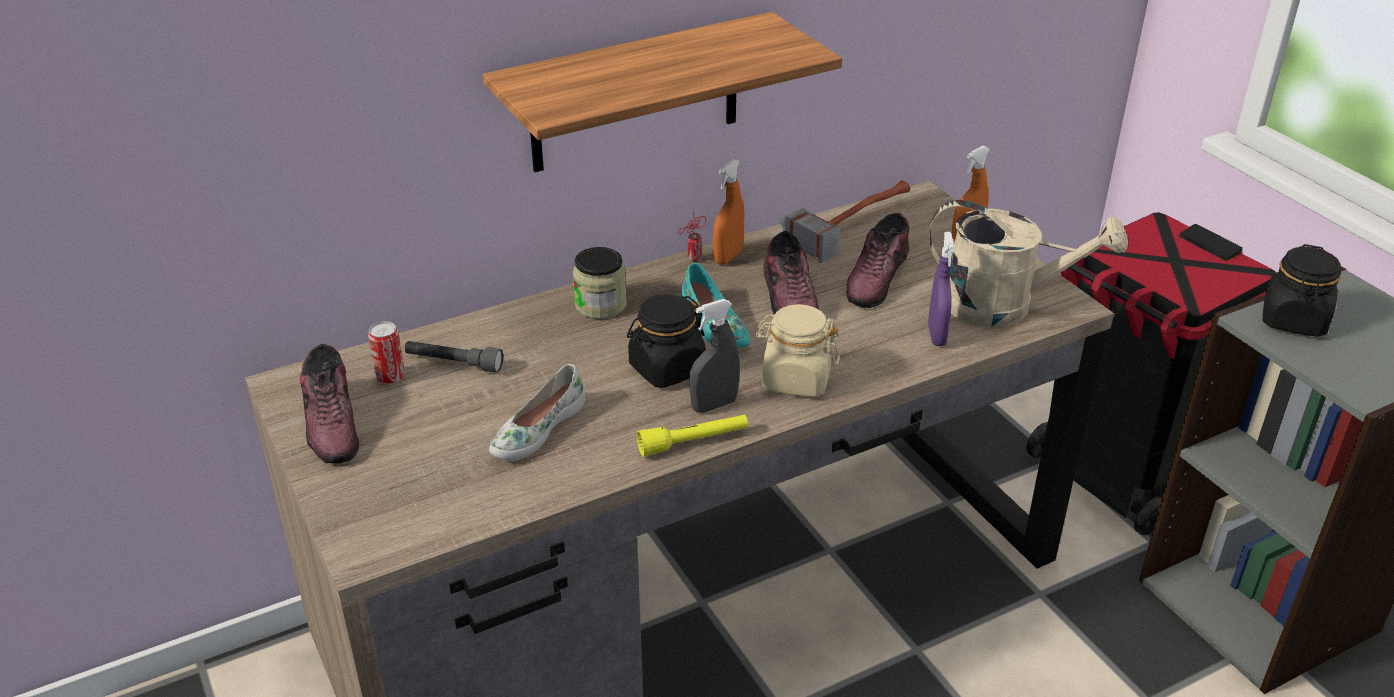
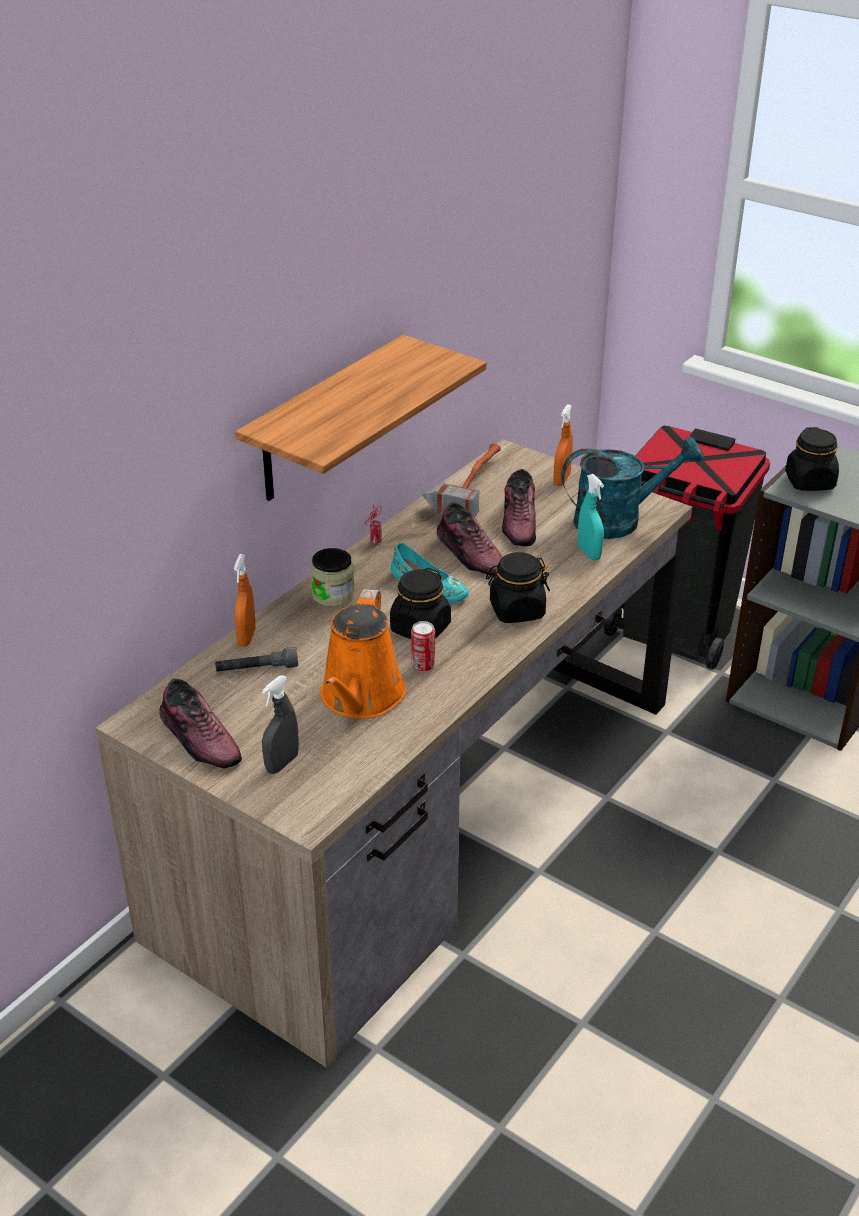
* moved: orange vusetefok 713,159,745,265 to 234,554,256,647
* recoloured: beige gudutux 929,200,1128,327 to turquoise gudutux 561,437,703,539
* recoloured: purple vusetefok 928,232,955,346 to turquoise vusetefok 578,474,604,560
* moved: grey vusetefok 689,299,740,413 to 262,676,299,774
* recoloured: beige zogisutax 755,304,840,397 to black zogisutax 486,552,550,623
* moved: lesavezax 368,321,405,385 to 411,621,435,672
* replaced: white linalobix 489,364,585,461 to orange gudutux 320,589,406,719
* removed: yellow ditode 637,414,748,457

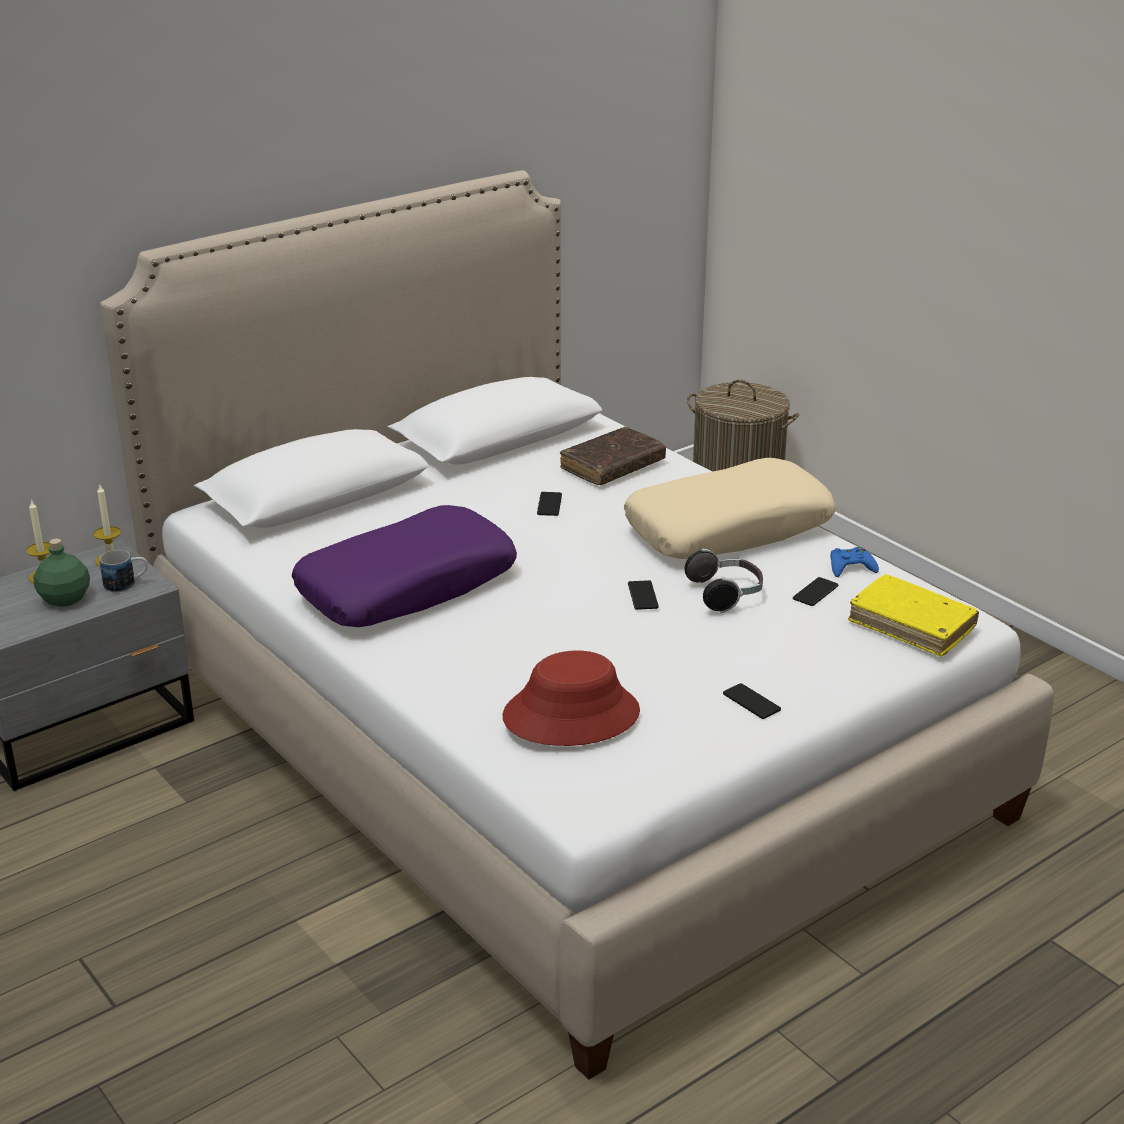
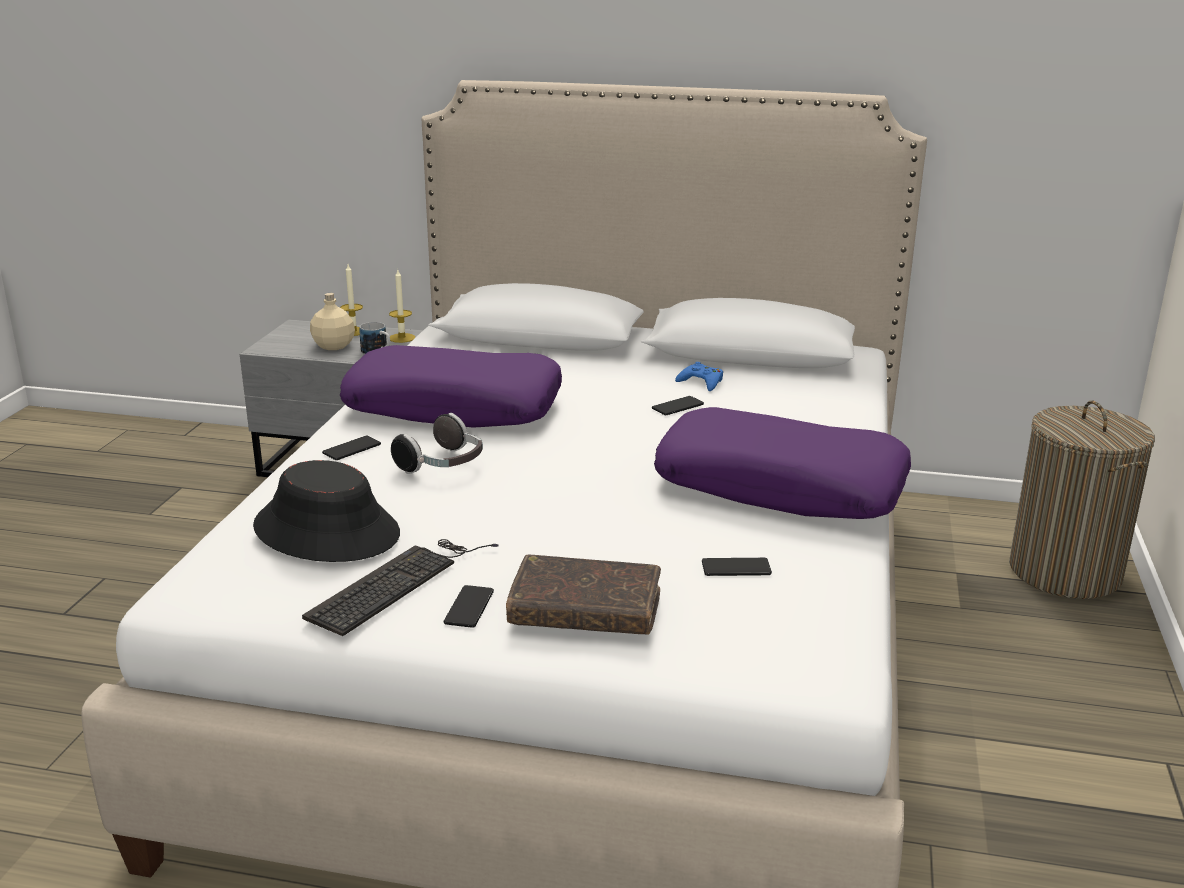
* moved: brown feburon 560,427,666,485 to 506,554,661,635
* recoloured: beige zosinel 624,458,836,559 to purple zosinel 654,407,911,519
* recoloured: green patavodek 34,539,90,607 to beige patavodek 310,293,355,350
* moved: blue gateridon 831,547,879,577 to 675,362,723,391
* moved: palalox 685,549,763,613 to 391,413,483,474
* removed: yellow feburon 848,574,979,656
* moved: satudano 628,580,659,610 to 322,435,381,460
* recoloured: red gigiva 502,650,640,746 to black gigiva 253,460,400,562
* added: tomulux 302,539,498,636

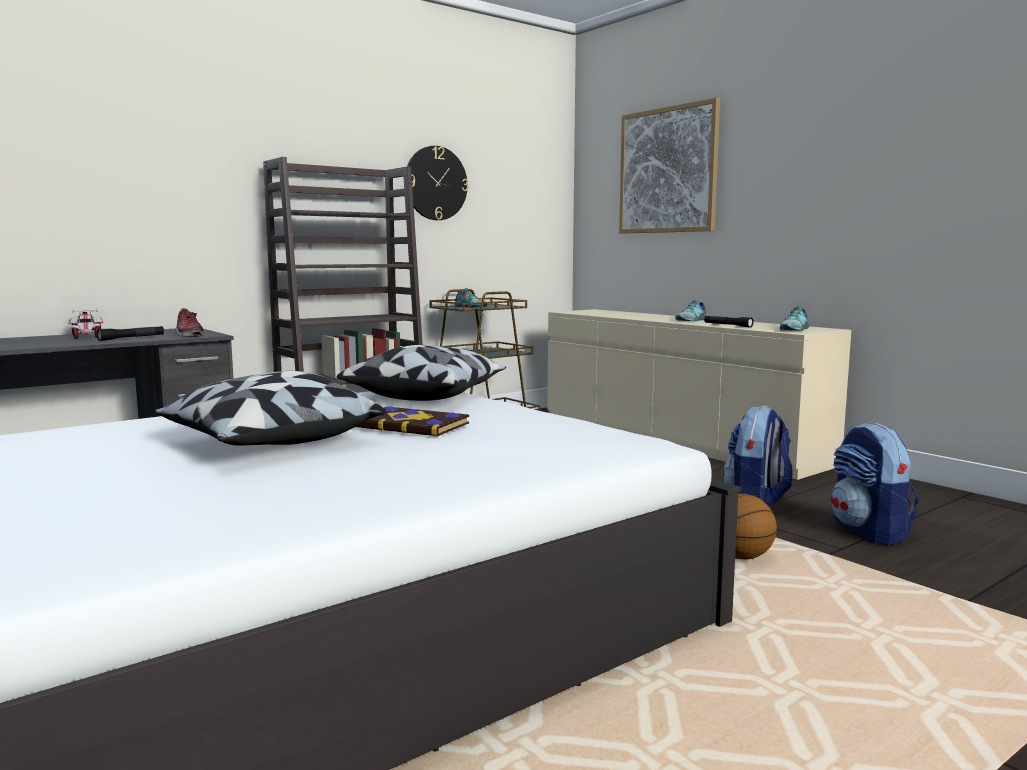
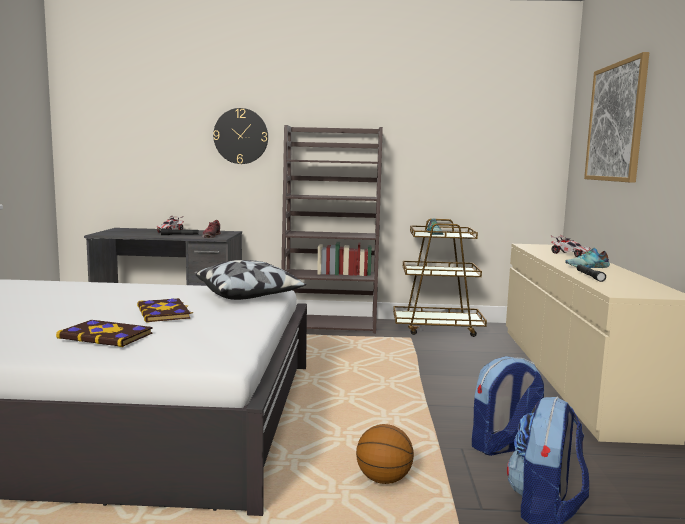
* moved: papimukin 407,146,468,220 to 213,108,268,164
* removed: linalobix 780,306,810,331
* removed: zosinel 155,371,387,446
* added: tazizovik 551,235,591,257
* added: feburon 56,320,153,347

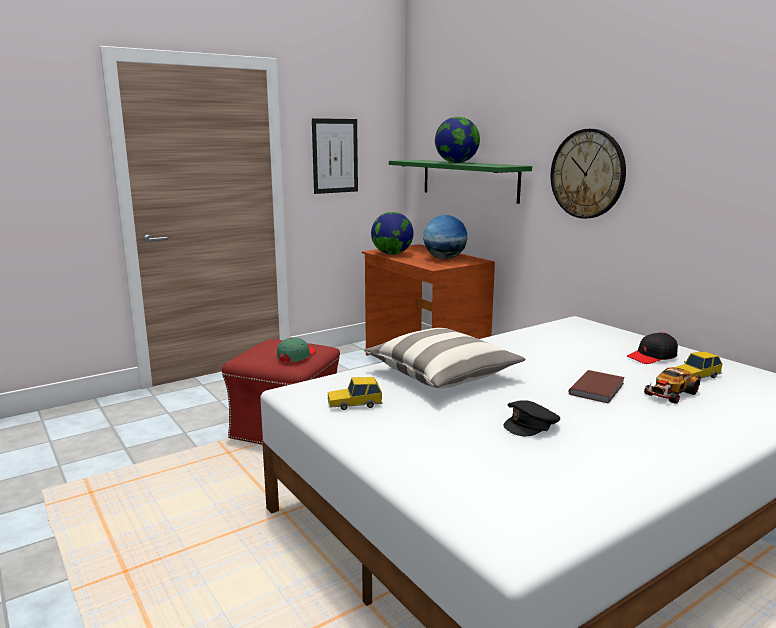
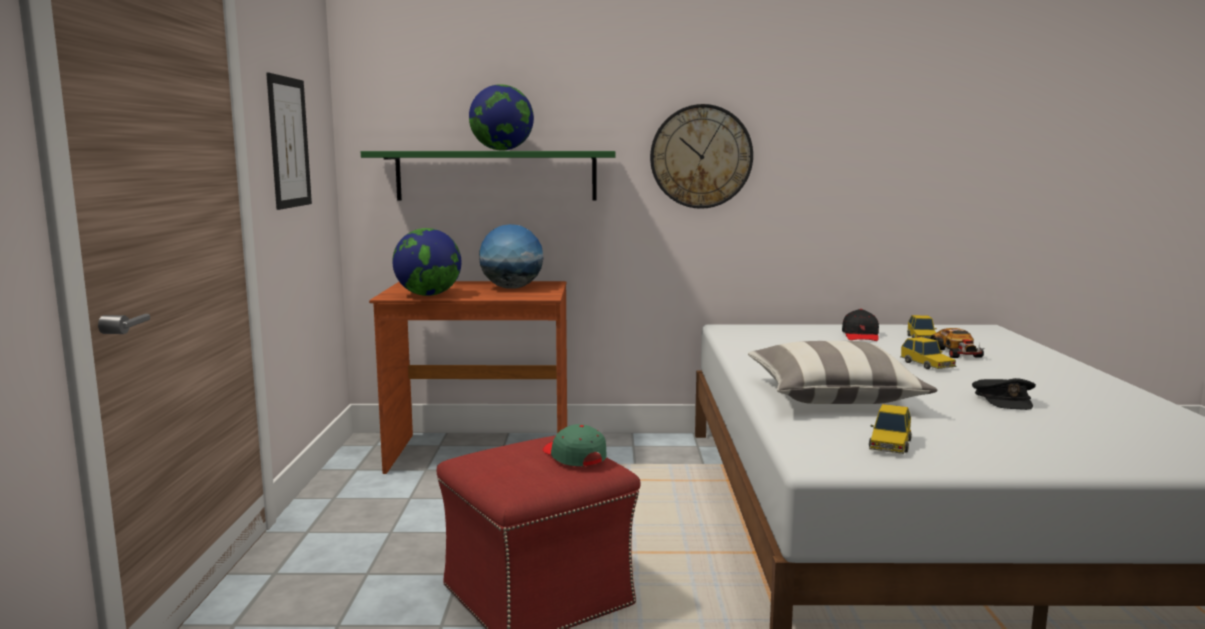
* replaced: brown feburon 569,370,625,404 to tazizovik 900,337,956,369

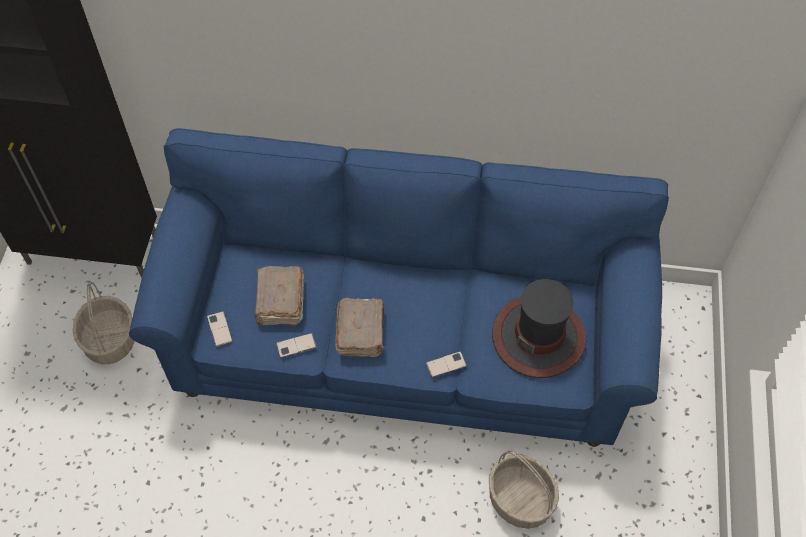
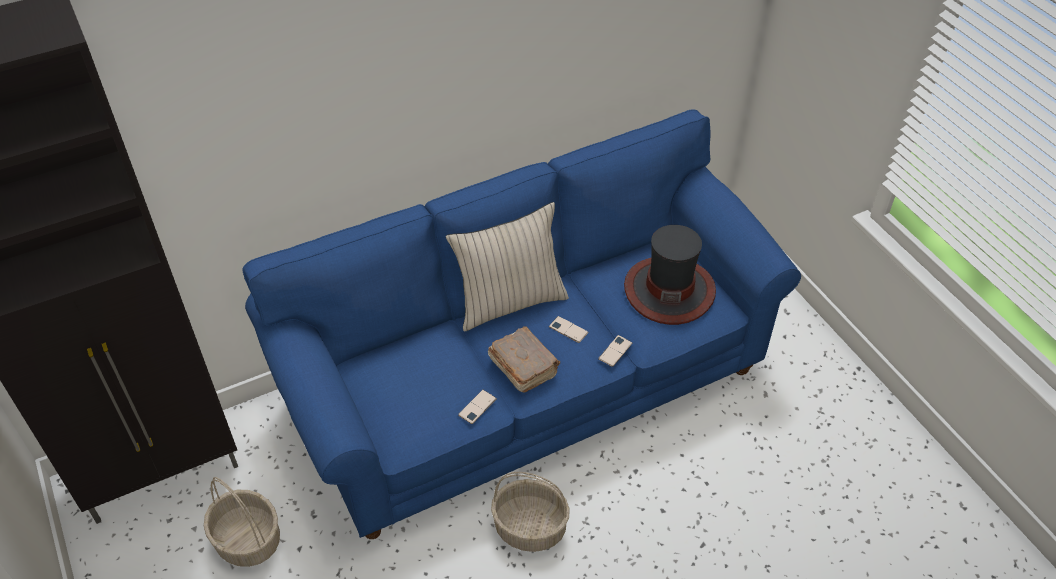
* removed: brown feburon 255,266,304,326
* moved: satudano 207,311,232,347 to 549,316,588,343
* moved: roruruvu 489,451,559,529 to 491,472,570,552
* added: beige zosinel 446,202,569,332

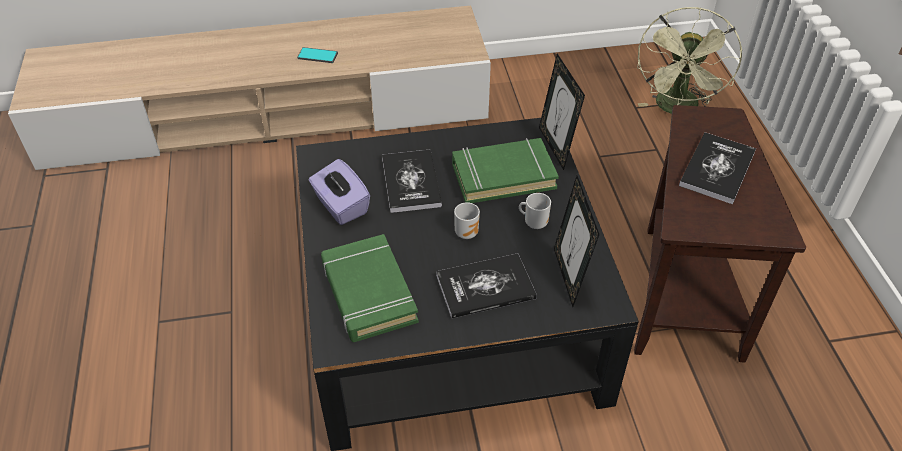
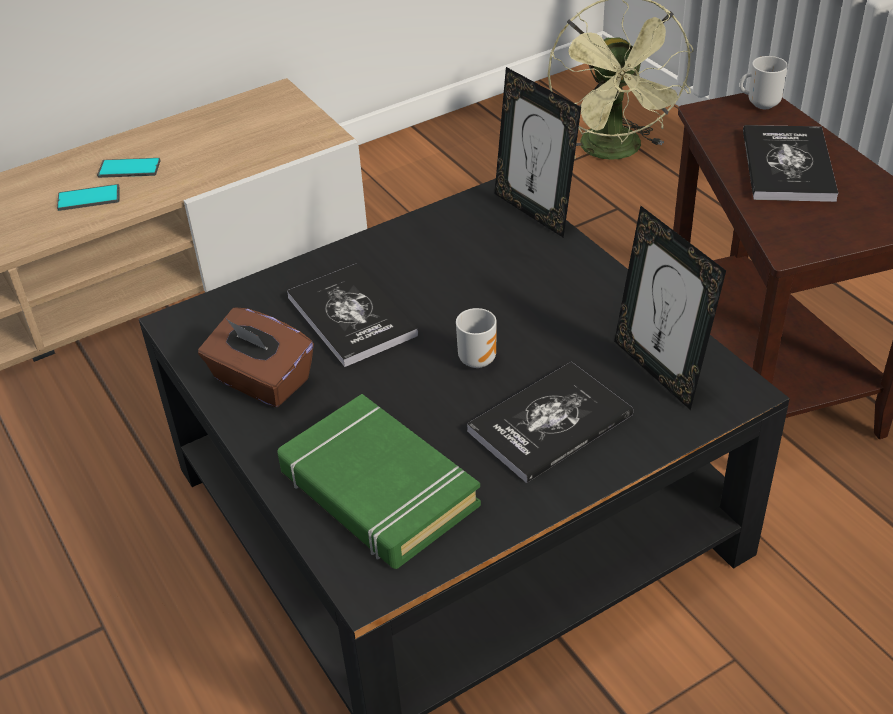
* removed: green feburon 452,138,559,203
* recoloured: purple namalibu 309,159,370,225 to brown namalibu 198,307,314,407
* moved: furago 519,193,551,229 to 739,56,788,109
* added: satudano 97,158,161,178

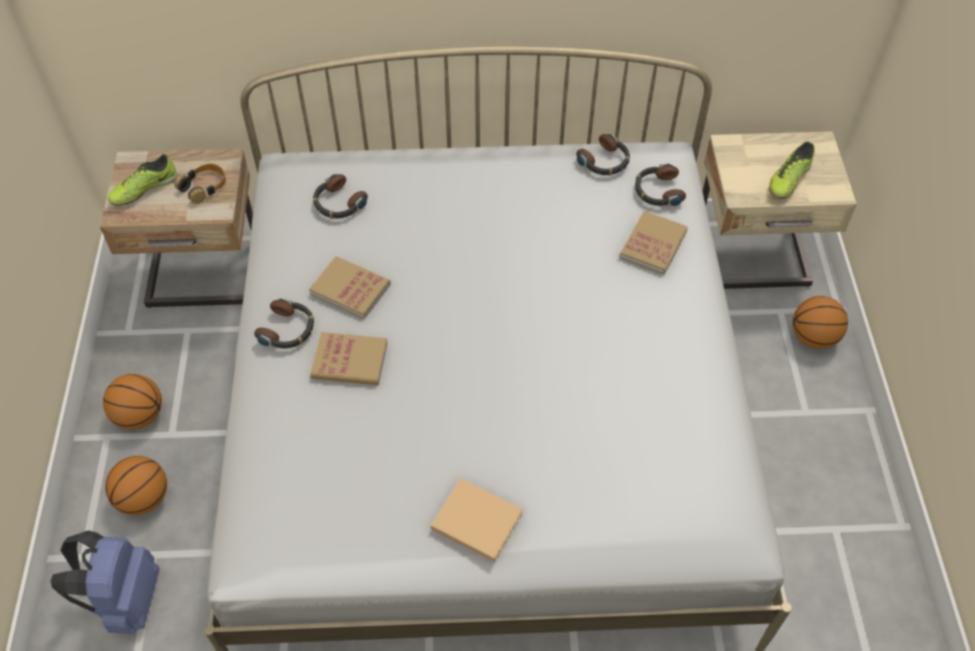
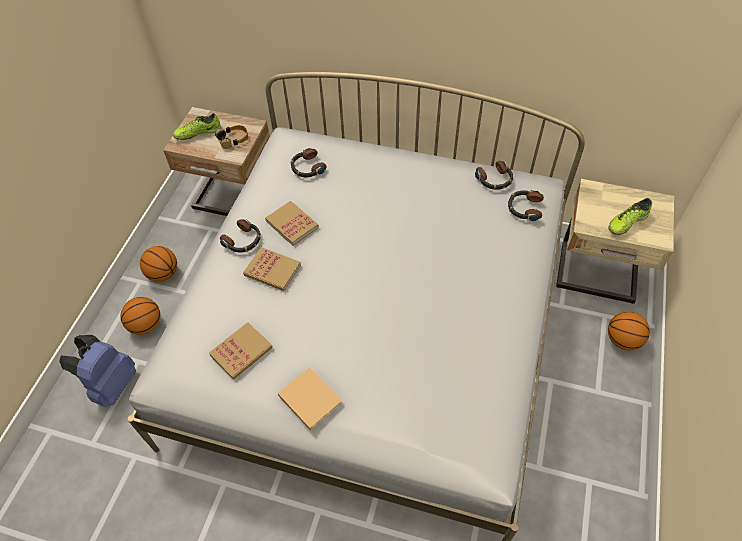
* moved: feburon 620,211,688,274 to 209,322,273,380

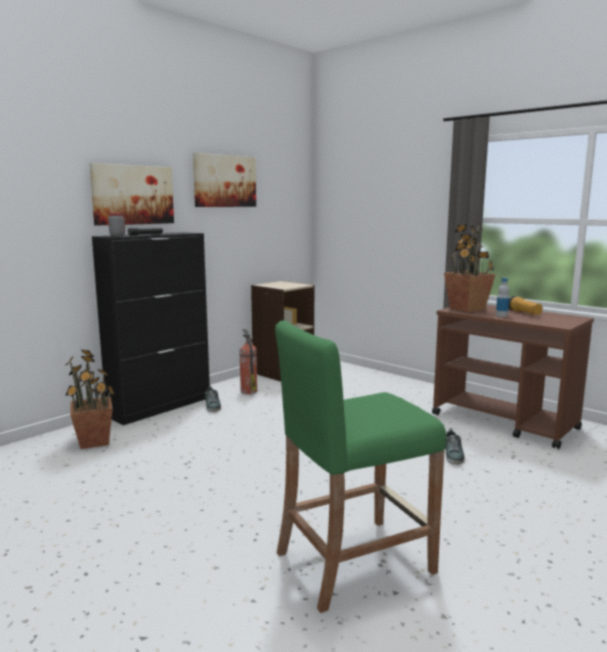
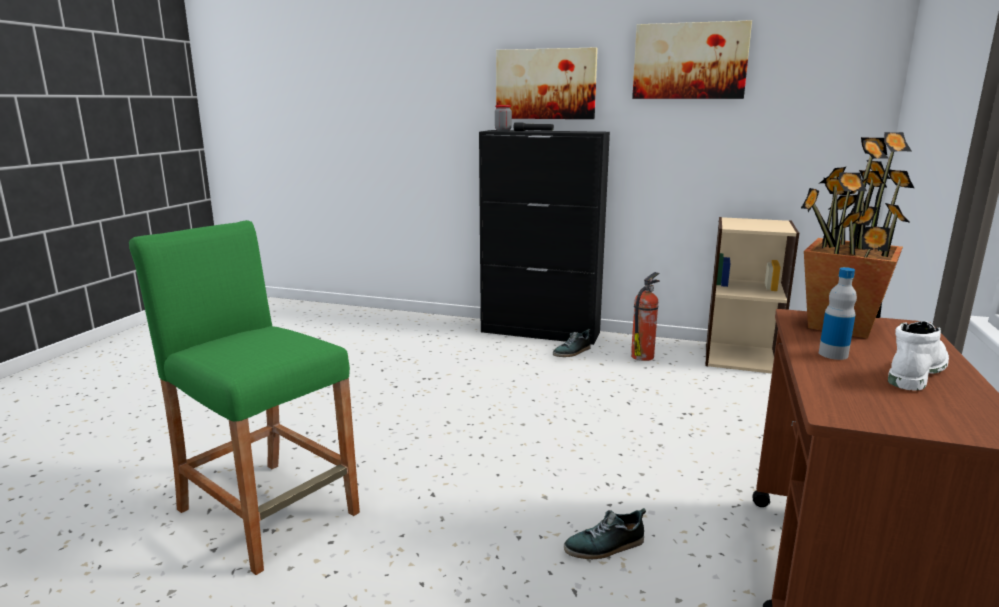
* replaced: ditode 509,296,543,315 to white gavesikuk 888,321,949,391
* removed: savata 65,350,115,449

